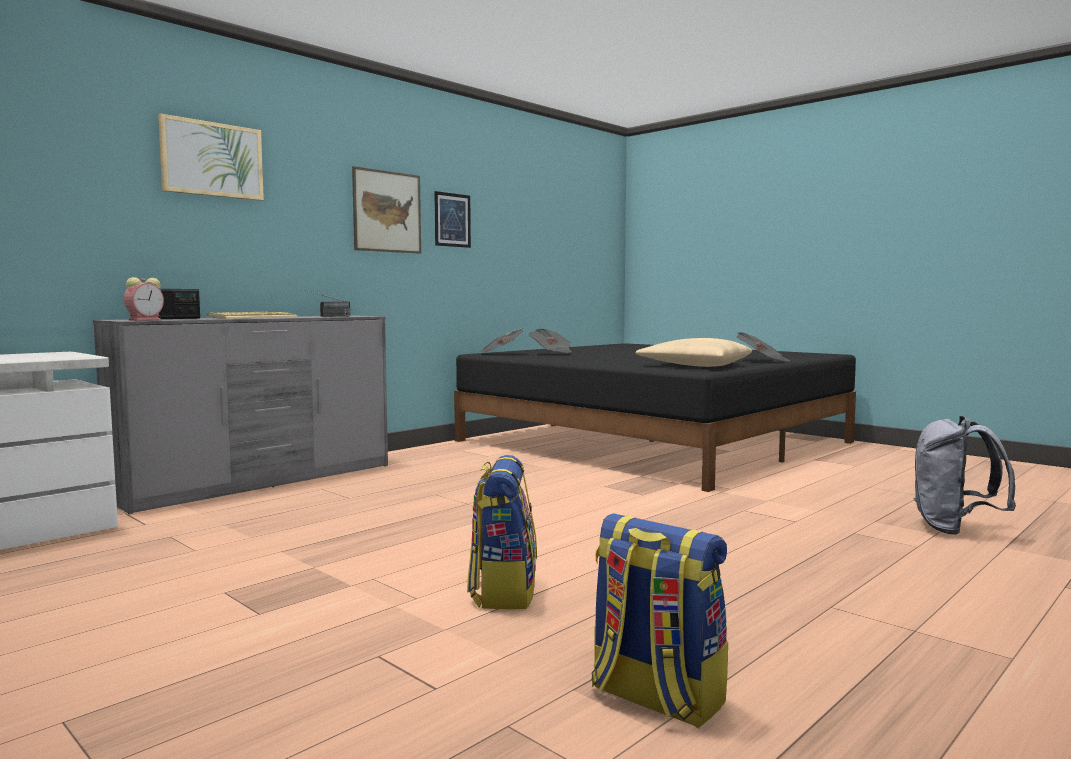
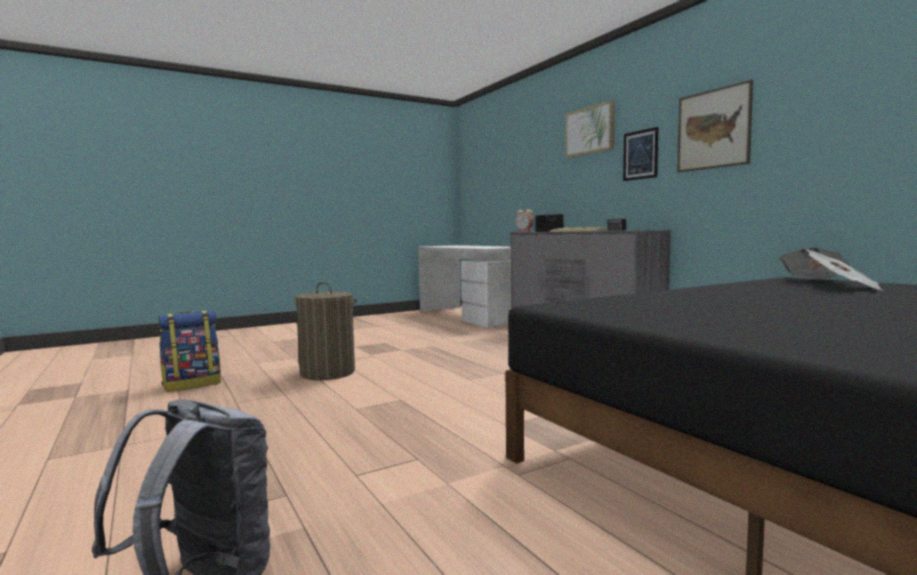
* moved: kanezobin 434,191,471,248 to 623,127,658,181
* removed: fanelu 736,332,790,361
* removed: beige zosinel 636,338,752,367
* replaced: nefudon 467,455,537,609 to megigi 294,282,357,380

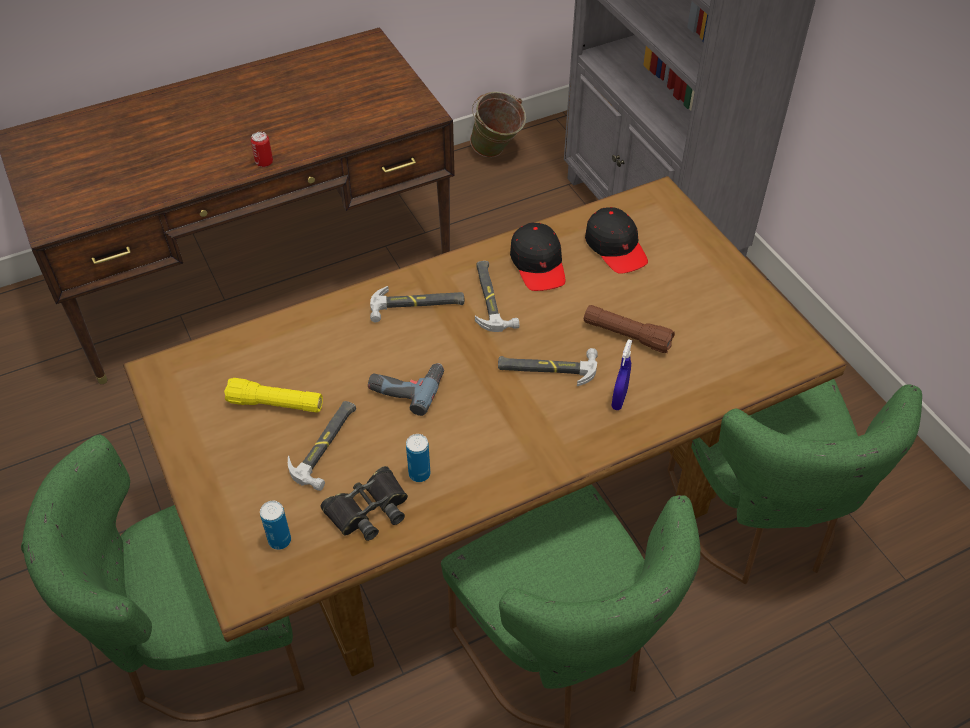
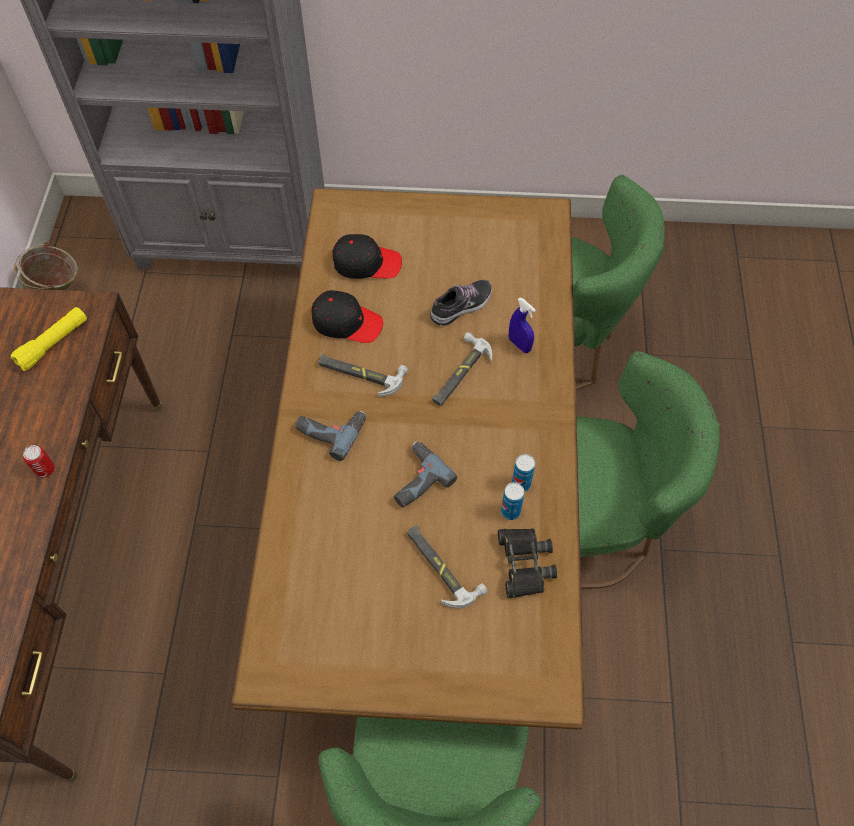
* replaced: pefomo 370,286,464,322 to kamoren 295,411,366,461
* replaced: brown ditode 584,305,675,353 to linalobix 430,280,492,326
* moved: yellow ditode 224,378,323,413 to 11,307,87,371
* moved: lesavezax 260,501,291,550 to 512,454,535,492

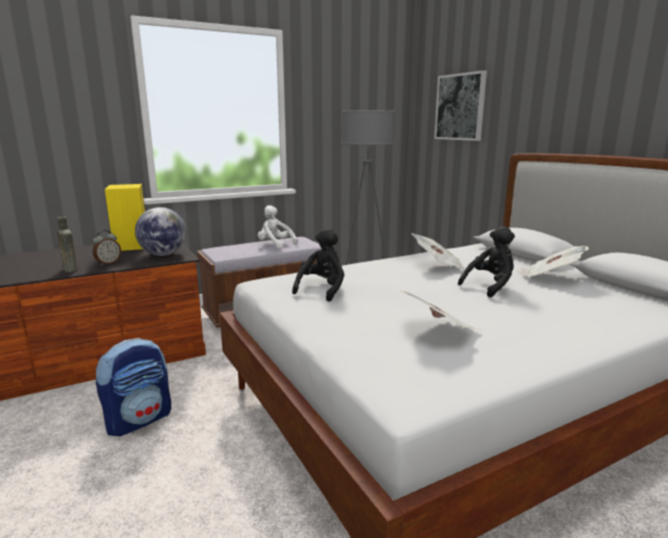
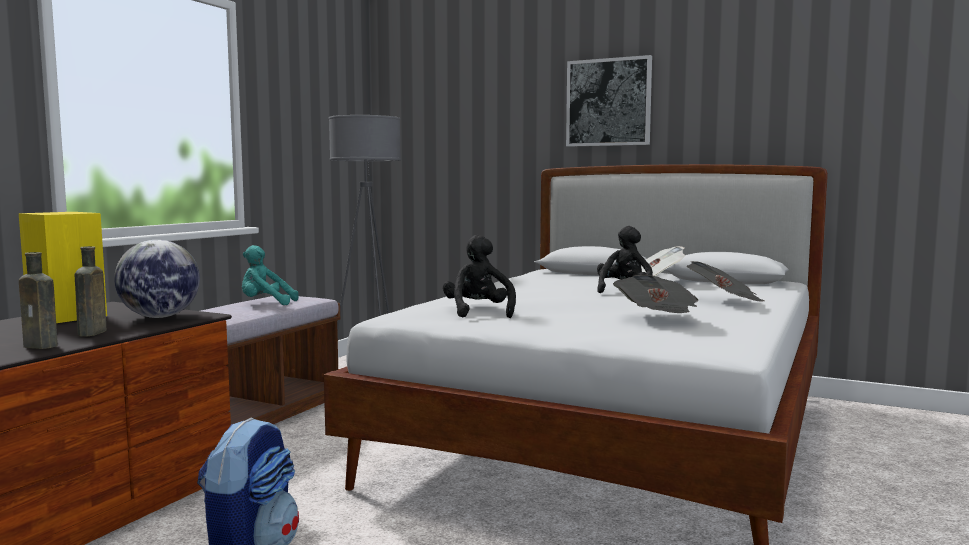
* moved: kanezobin 434,70,487,141 to 566,55,652,147
* recoloured: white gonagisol 258,205,298,249 to turquoise gonagisol 242,245,299,305
* replaced: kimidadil 93,230,121,266 to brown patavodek 75,246,106,336
* moved: fanelu 411,233,465,270 to 687,261,764,302

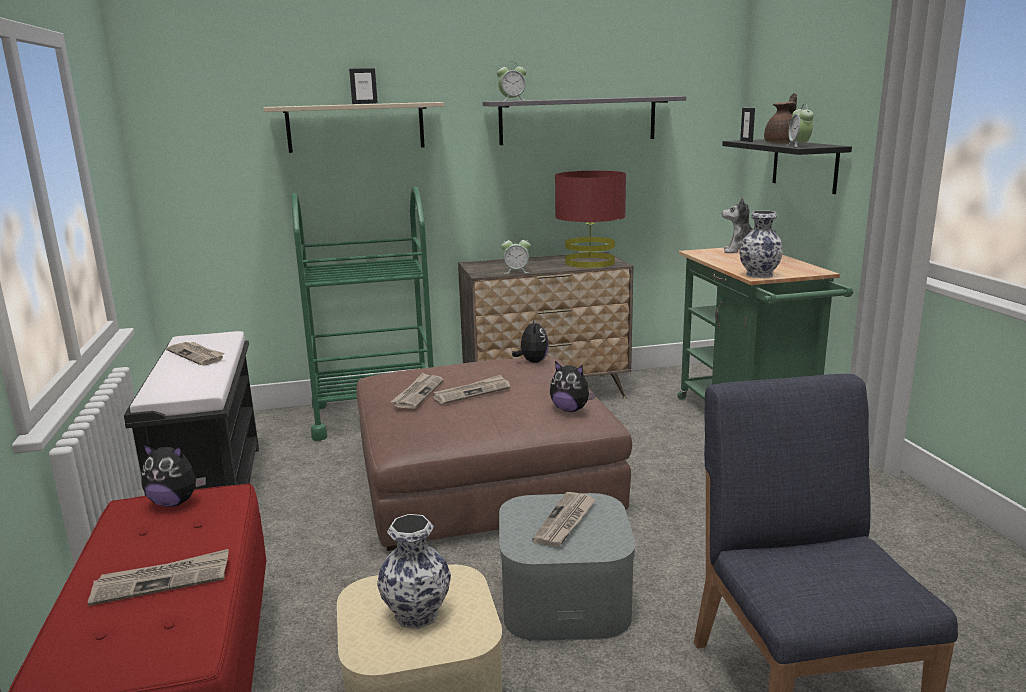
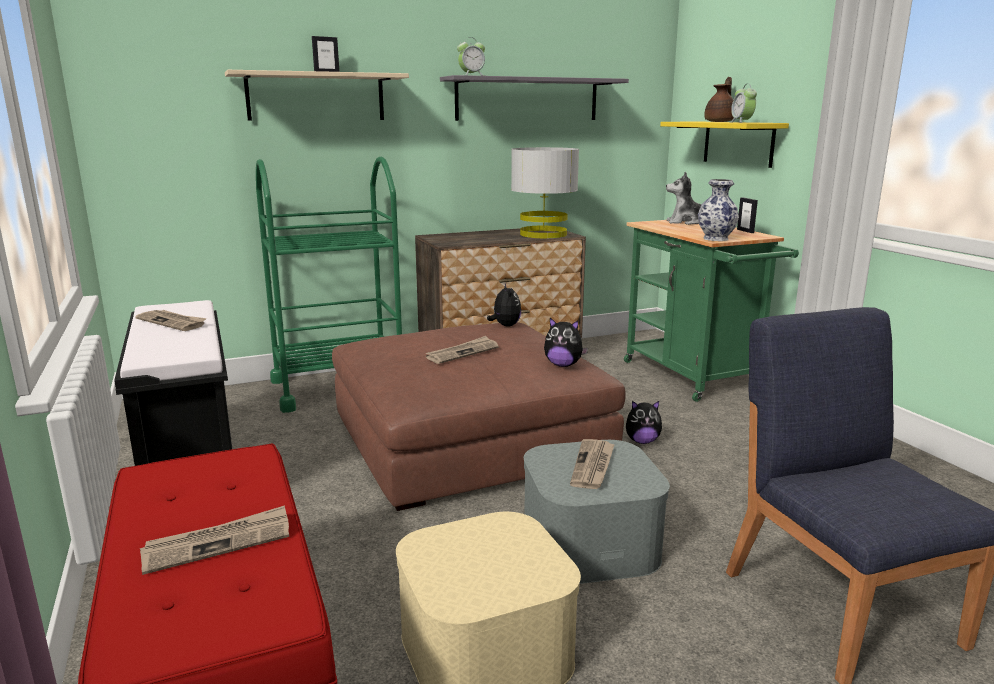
* moved: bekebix 740,108,755,142 to 737,197,758,233
* recoloured: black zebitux 722,139,852,194 to yellow zebitux 660,122,789,168
* recoloured: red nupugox 555,171,626,268 to grey nupugox 511,147,579,238
* removed: kimidadil 501,235,531,274
* removed: fanelu 391,373,444,409
* moved: gonagisol 141,444,206,507 to 626,401,662,444
* removed: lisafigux 377,514,451,629

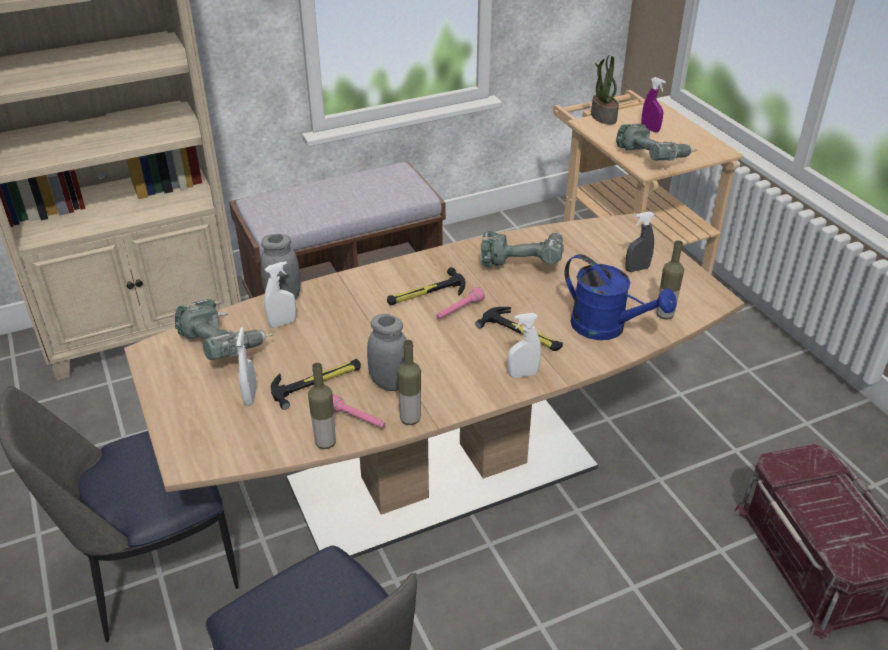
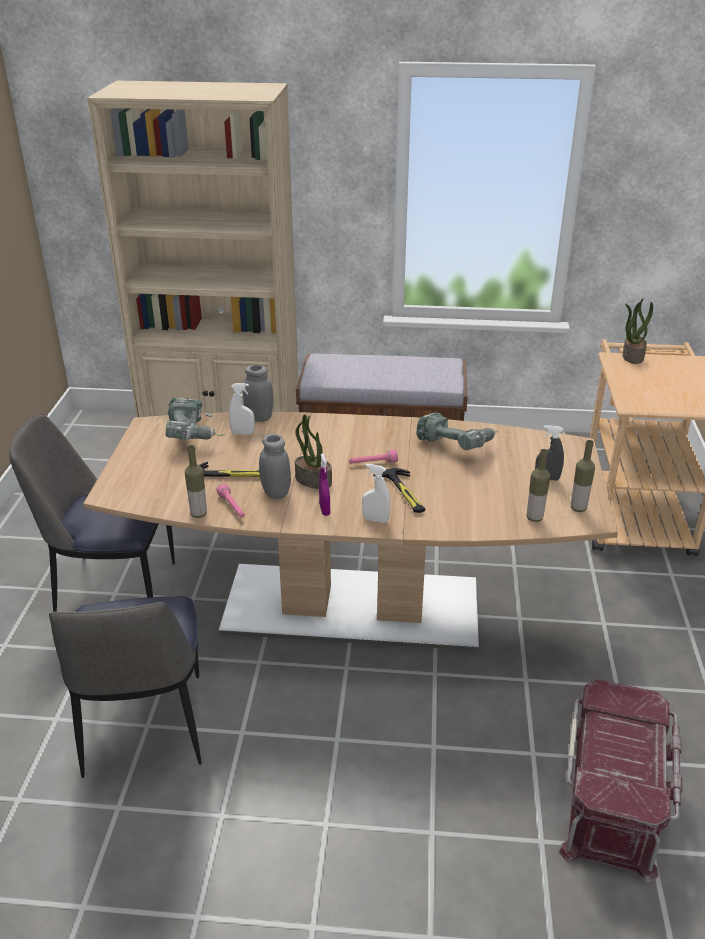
* moved: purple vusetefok 641,77,666,132 to 319,454,330,516
* removed: kamoren 616,124,697,161
* removed: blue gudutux 565,254,677,340
* removed: pefomo 387,267,465,306
* removed: white vusetefok 236,327,257,406
* moved: patavodek 397,340,421,425 to 571,440,595,512
* added: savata 295,415,332,489

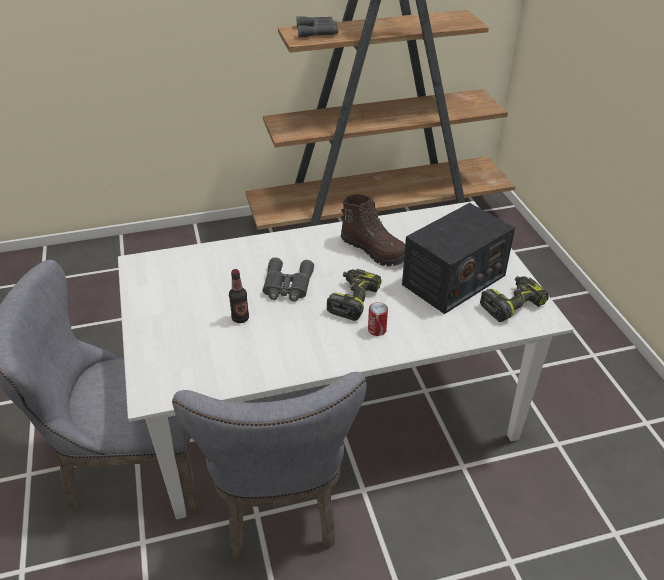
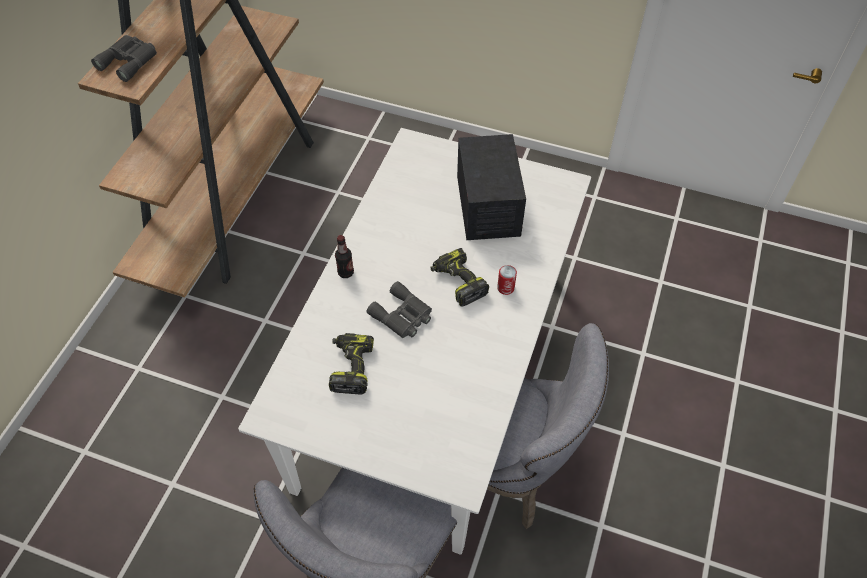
* removed: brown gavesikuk 341,194,405,267
* moved: patavodek 229,269,249,323 to 335,235,354,278
* moved: kamoren 480,276,549,322 to 329,333,374,395

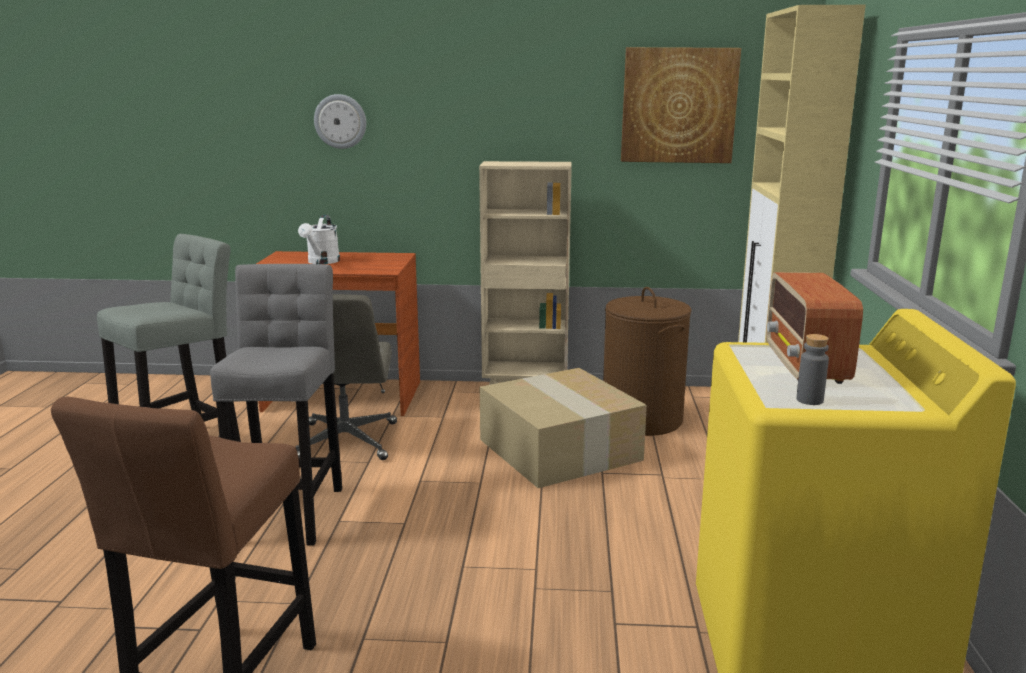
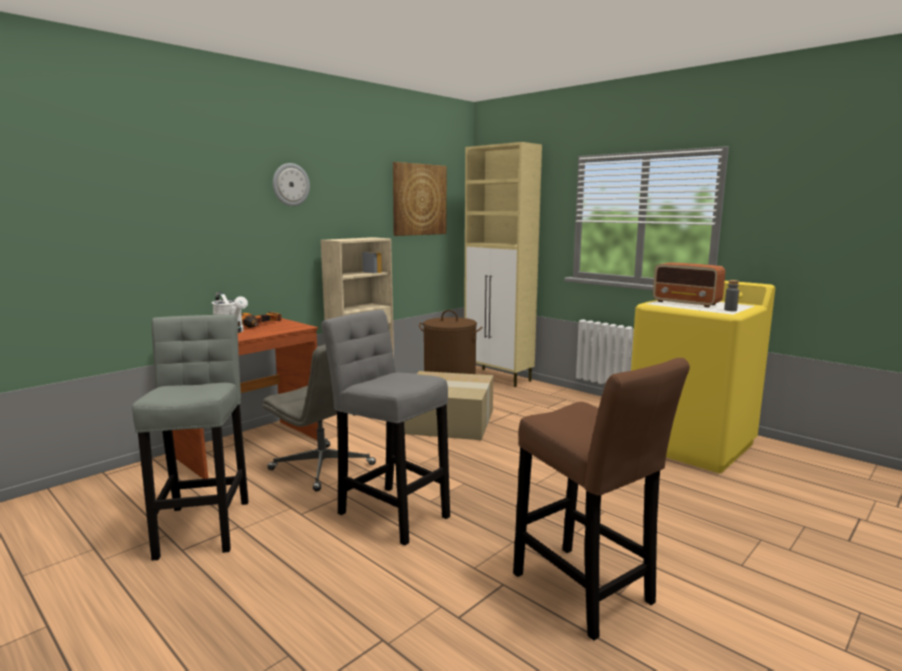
* moved: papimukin 314,94,366,149 to 273,163,310,206
* added: kamoren 241,312,282,328

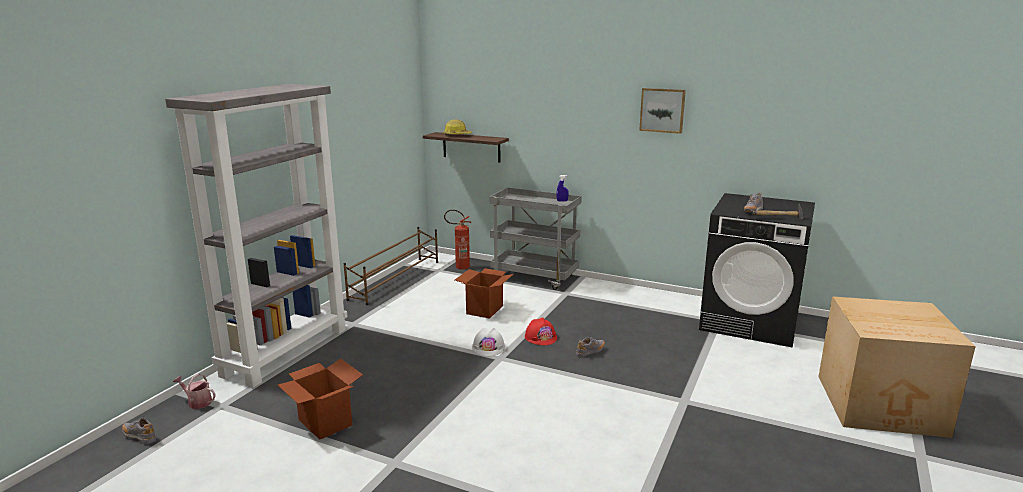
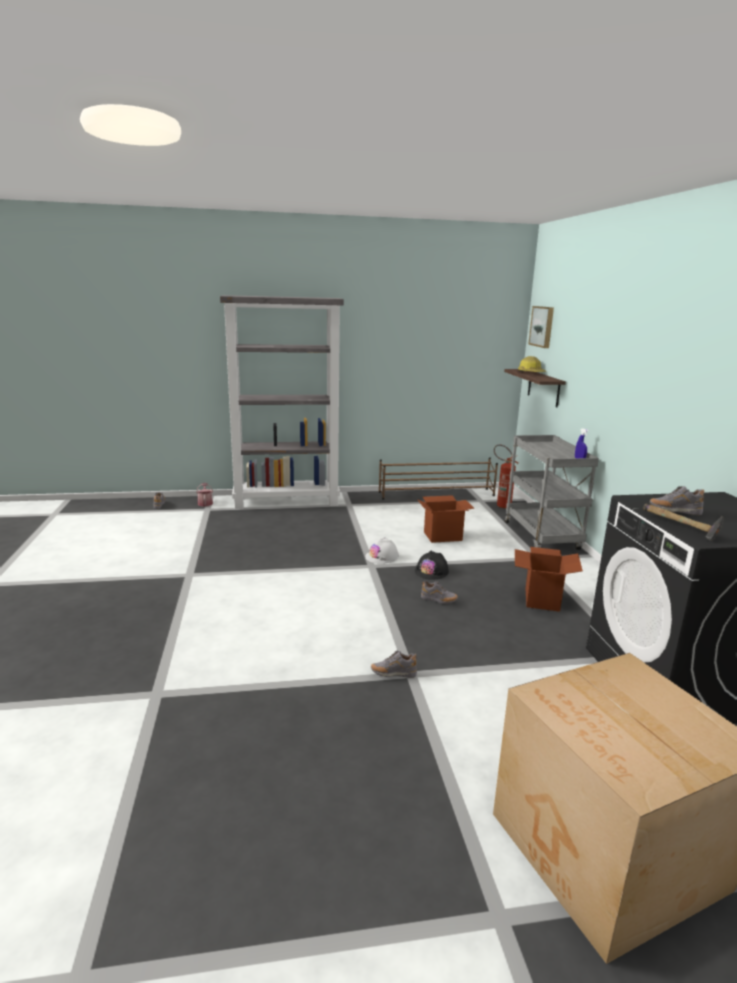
* moved: kanezobin 639,88,686,134 to 528,306,554,348
* recoloured: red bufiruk 525,317,557,345 to black bufiruk 415,551,449,580
* moved: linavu 278,358,363,439 to 515,547,583,612
* added: grey linalobix 371,650,417,678

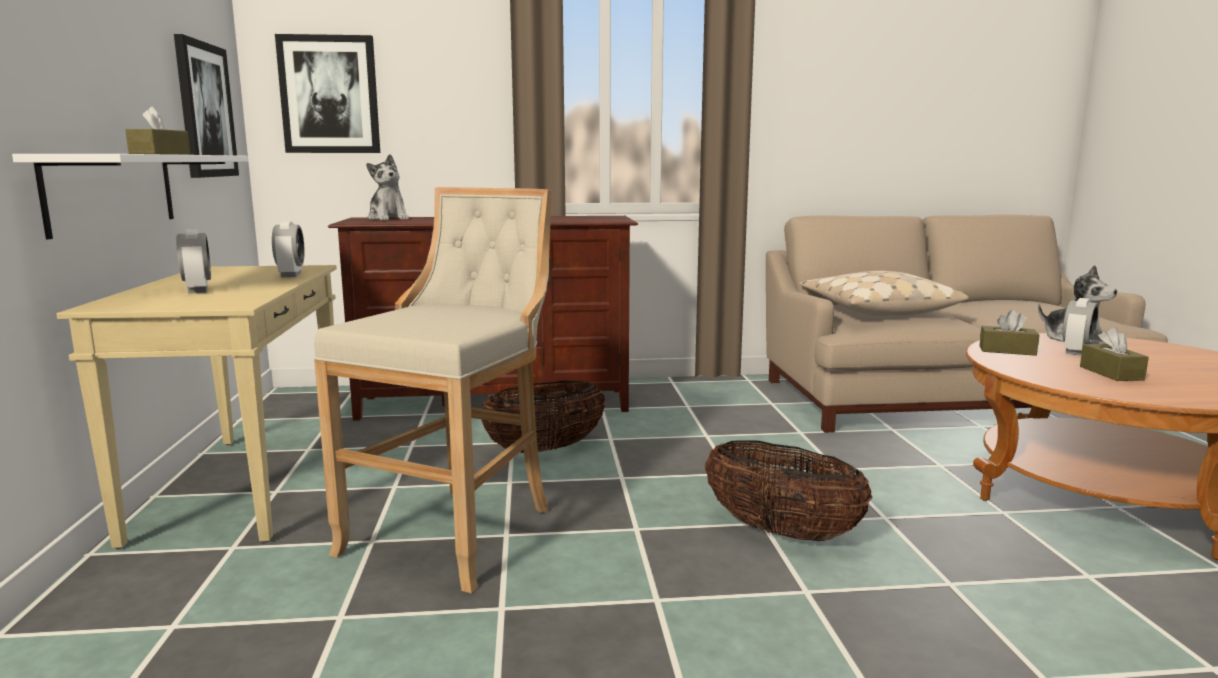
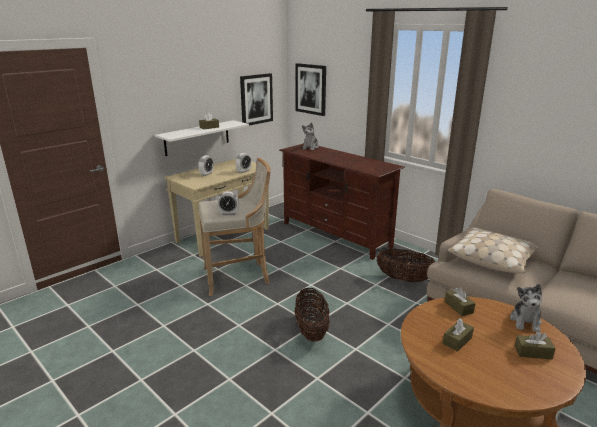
* moved: kimidadil 1062,298,1098,356 to 217,191,239,215
* moved: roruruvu 481,380,605,453 to 377,249,436,282
* added: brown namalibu 515,331,556,359

